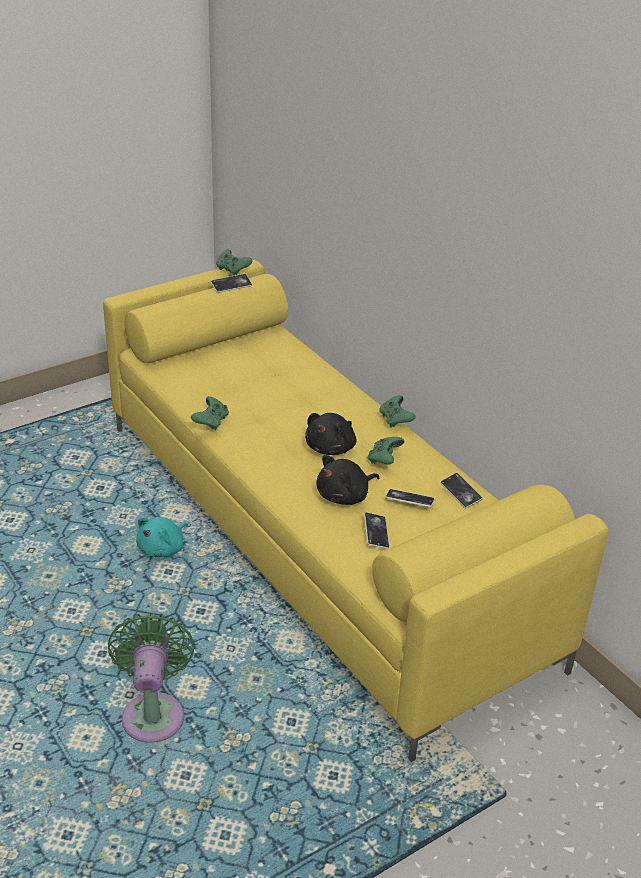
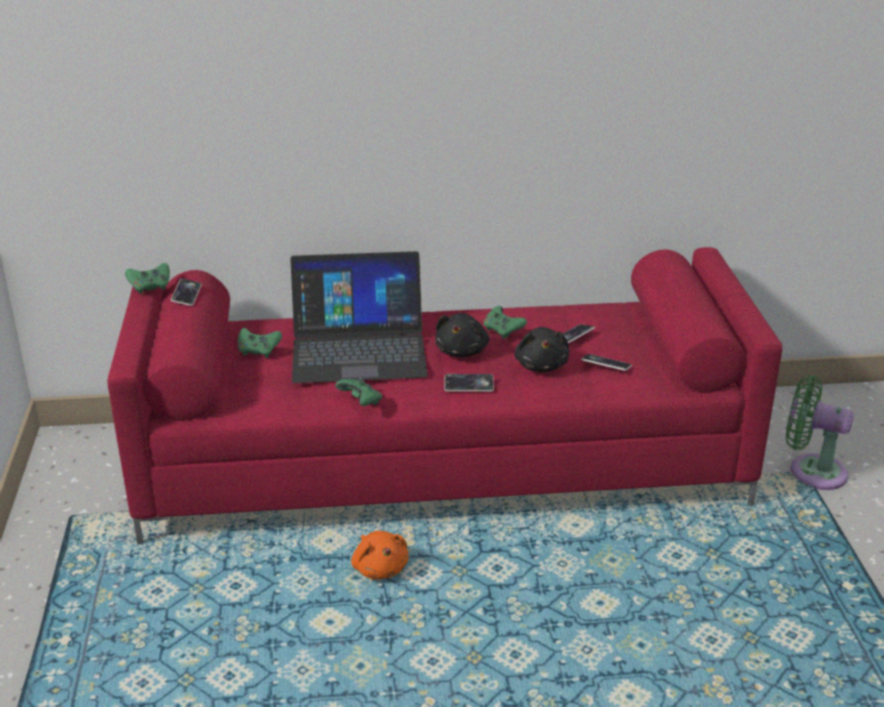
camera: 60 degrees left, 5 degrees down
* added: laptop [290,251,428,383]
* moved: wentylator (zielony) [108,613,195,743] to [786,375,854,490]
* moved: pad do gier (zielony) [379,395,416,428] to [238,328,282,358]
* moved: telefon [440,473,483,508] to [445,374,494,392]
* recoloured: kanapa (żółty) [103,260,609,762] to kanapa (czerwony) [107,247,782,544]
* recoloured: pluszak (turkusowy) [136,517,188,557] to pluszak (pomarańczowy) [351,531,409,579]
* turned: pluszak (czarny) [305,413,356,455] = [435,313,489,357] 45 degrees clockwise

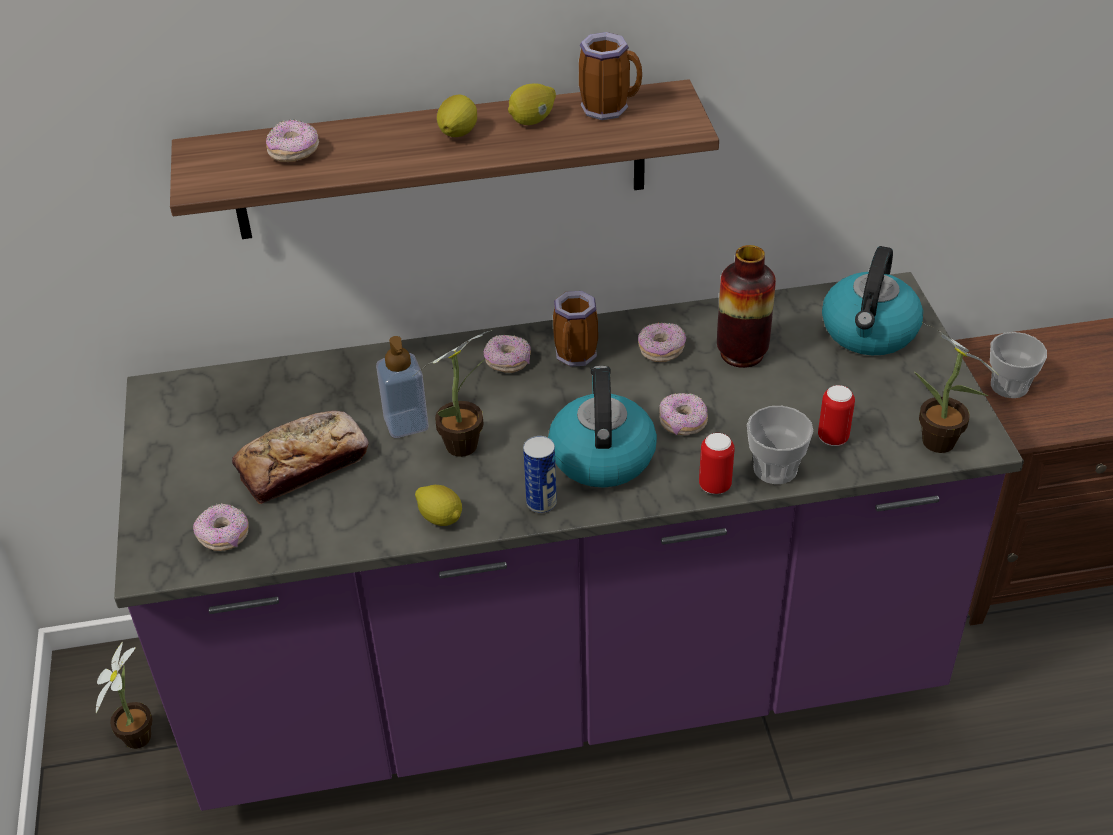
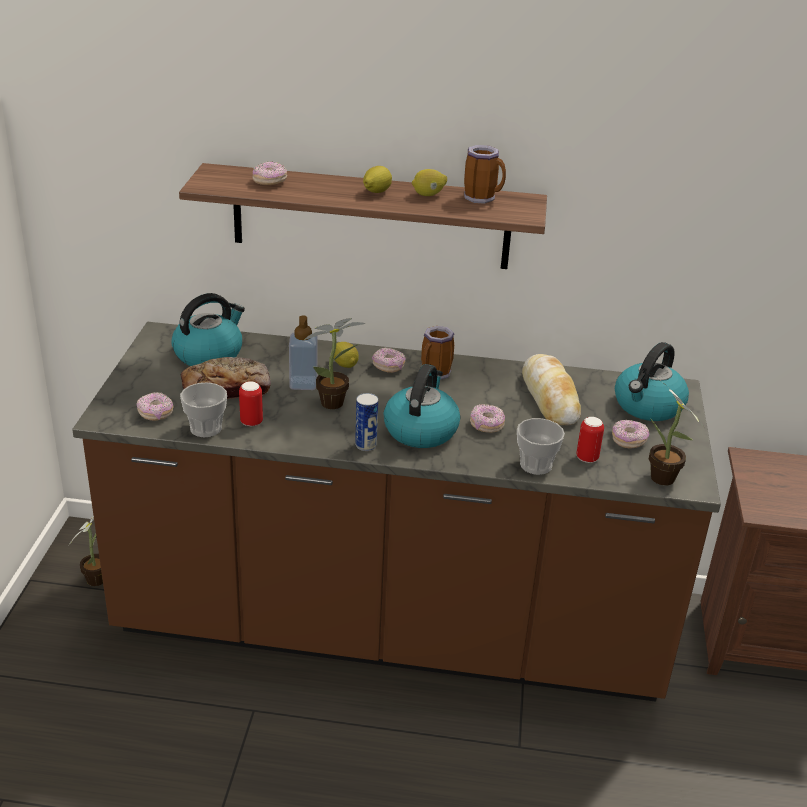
camera: 15 degrees right, 10 degrees down
* added: czajnik [171,293,245,366]
* moved: cytryna [415,485,462,526] to [334,342,359,368]
* moved: donut [638,322,686,362] to [612,420,649,448]
* moved: puszka [699,433,735,494] to [239,381,263,426]
* moved: filiżanka [990,332,1047,398] to [180,382,227,437]
* replaced: wazon [717,245,776,368] to chleb [522,354,581,425]
* recoloured: zabudowa kuchenna (fioletowy) [114,272,1024,811] to zabudowa kuchenna (brązowy) [72,322,721,702]

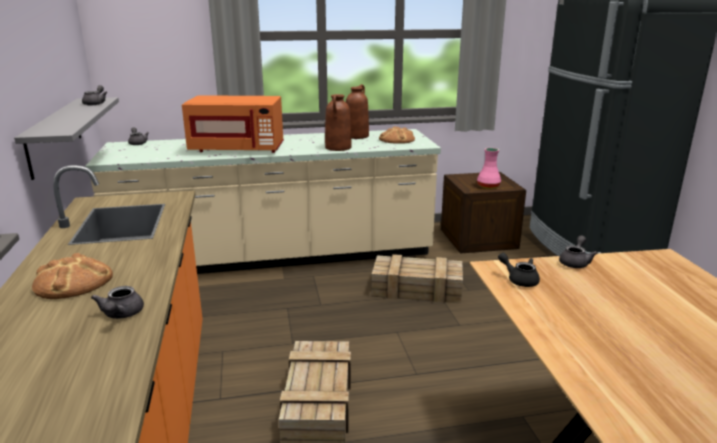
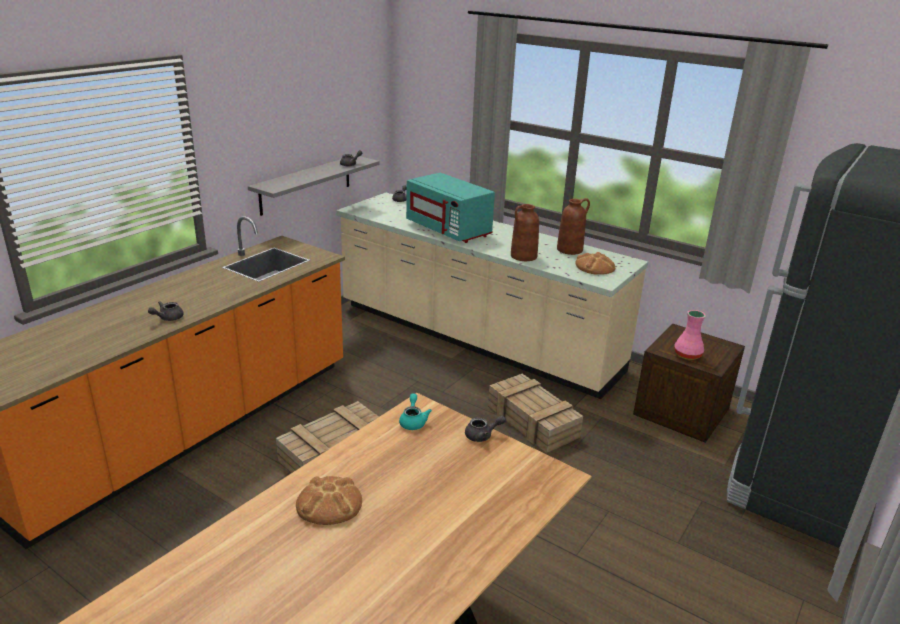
camera: 45 degrees right, 5 degrees up
* moved: chleb [32,253,113,299] to [296,476,362,525]
* recoloured: mikrofalówka (pomarańczowy) [182,95,284,153] to mikrofalówka (turkusowy) [406,173,495,243]
* recoloured: imbryk (czarny) [498,253,540,287] to imbryk (turkusowy) [399,394,432,430]

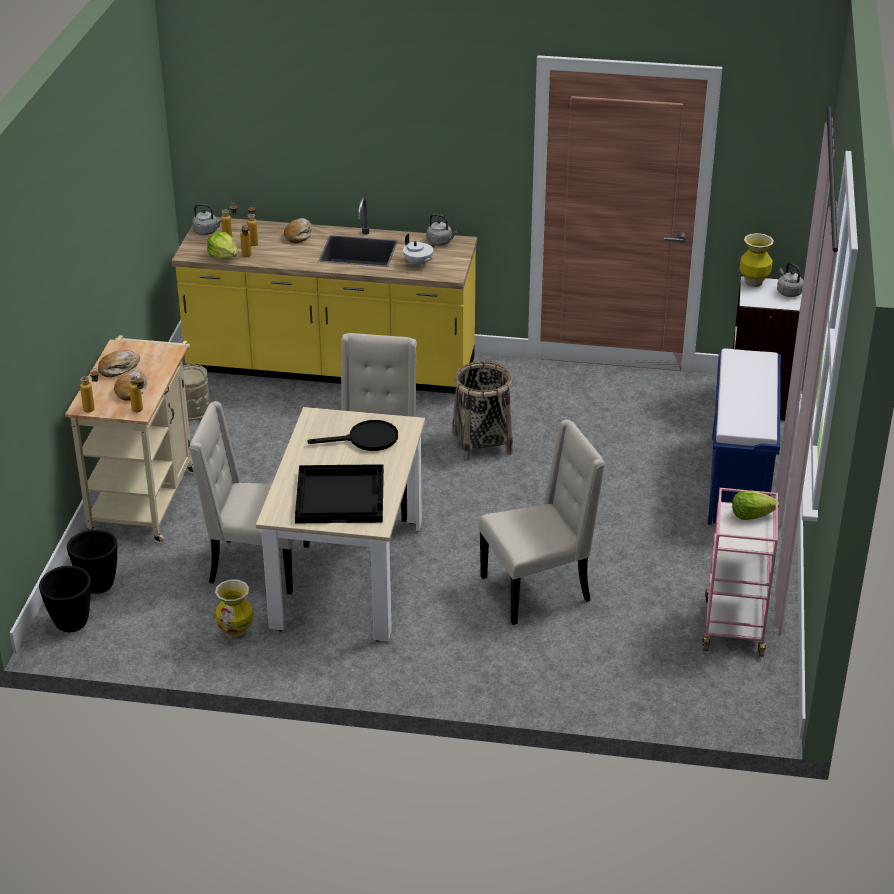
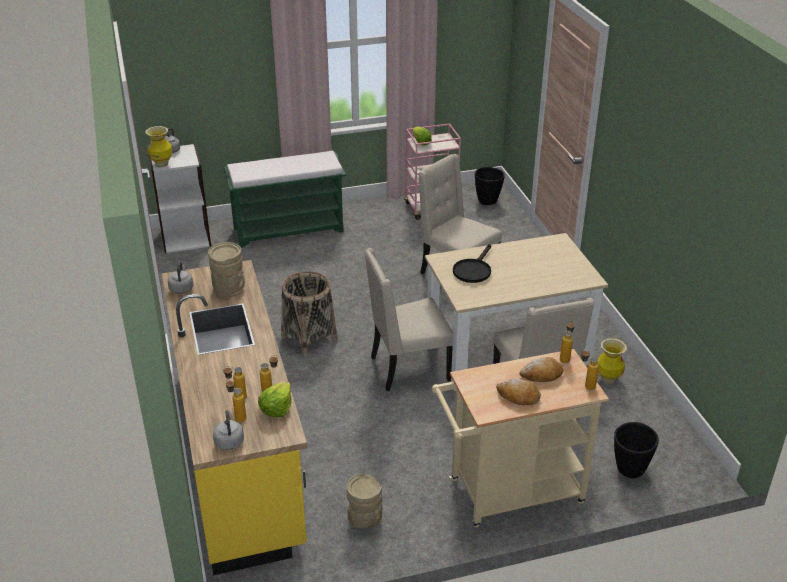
camera: 115 degrees left, 0 degrees up
* removed: chleb [284,218,313,243]
* removed: taca (czarny) [295,464,384,523]
* moved: donica (czarny) [39,566,91,632] to [475,167,505,205]
* replaced: imbryk (biały) [403,234,433,267] to wazon (beżowy) [208,242,245,298]
* recoloured: ławka (niebieski) [708,349,781,525] to ławka (zielony) [224,151,346,248]
* turned: patelnia (czarny) [307,420,398,451] = [453,244,492,283] 120 degrees counterclockwise

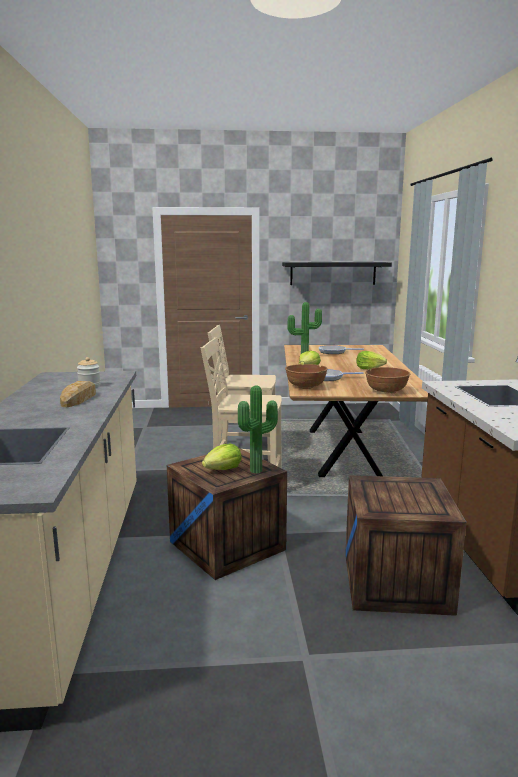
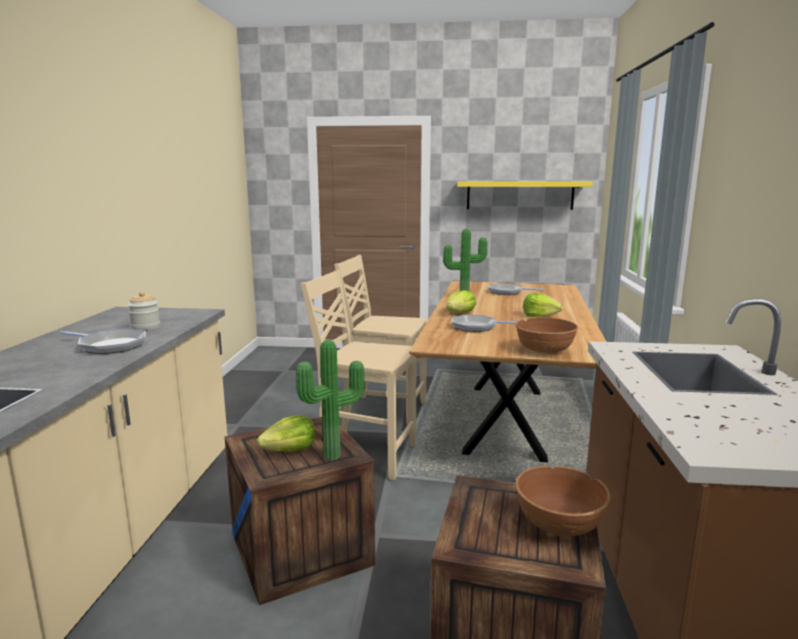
camera: 10 degrees right, 0 degrees up
* moved: miska (brązowy) [285,364,328,389] to [515,466,610,537]
* replaced: chleb [60,381,96,407] to patelnia [60,328,146,354]
* recoloured: półka (czarny) [282,262,392,285] to półka (żółty) [457,181,593,210]

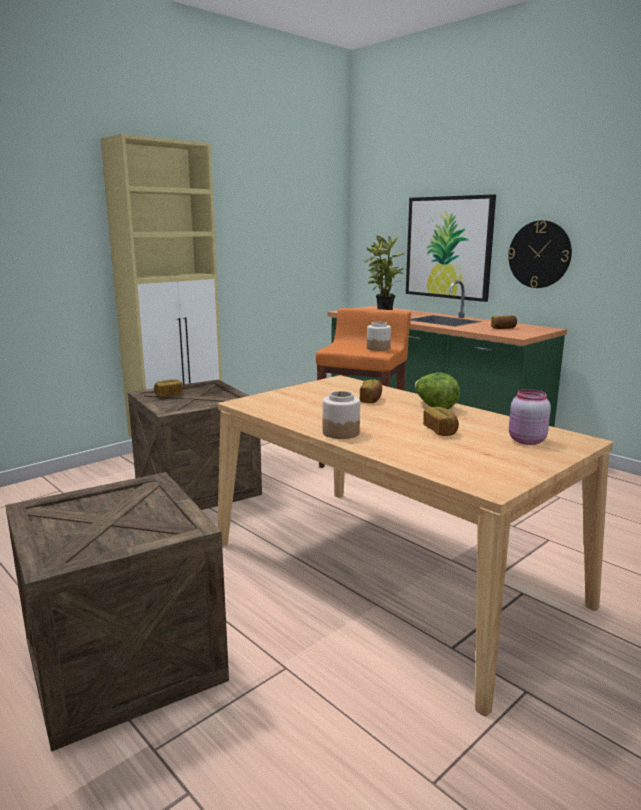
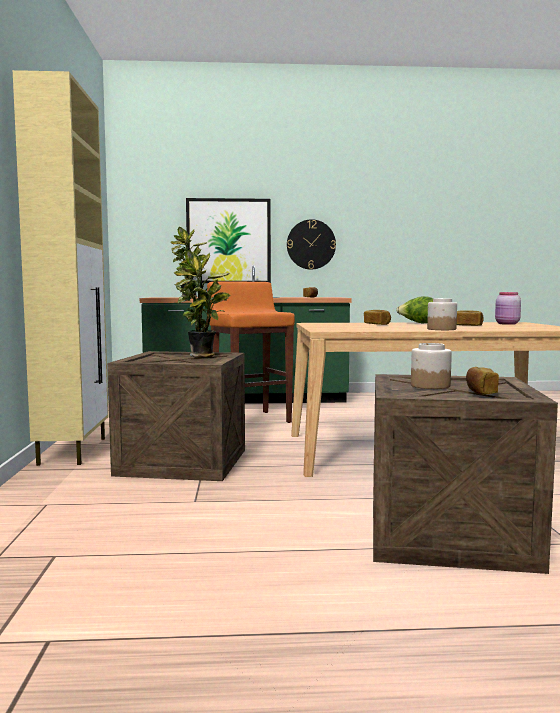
camera: 50 degrees left, 10 degrees down
* added: roślina doniczkowa [174,250,230,357]
* moved: chleb [154,379,183,397] to [466,367,499,395]
* moved: słoik [367,322,391,351] to [411,343,452,389]

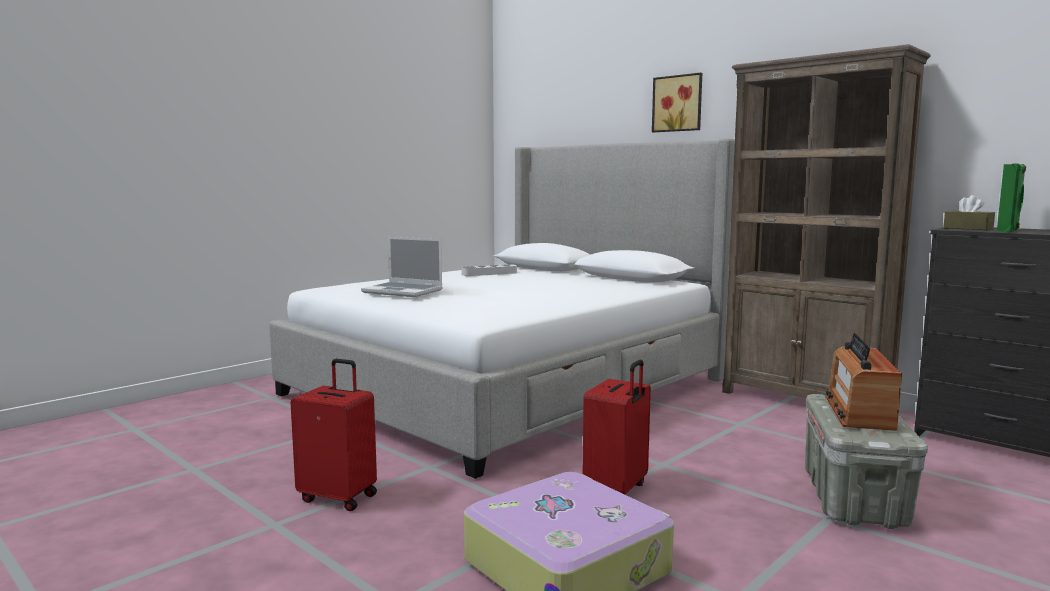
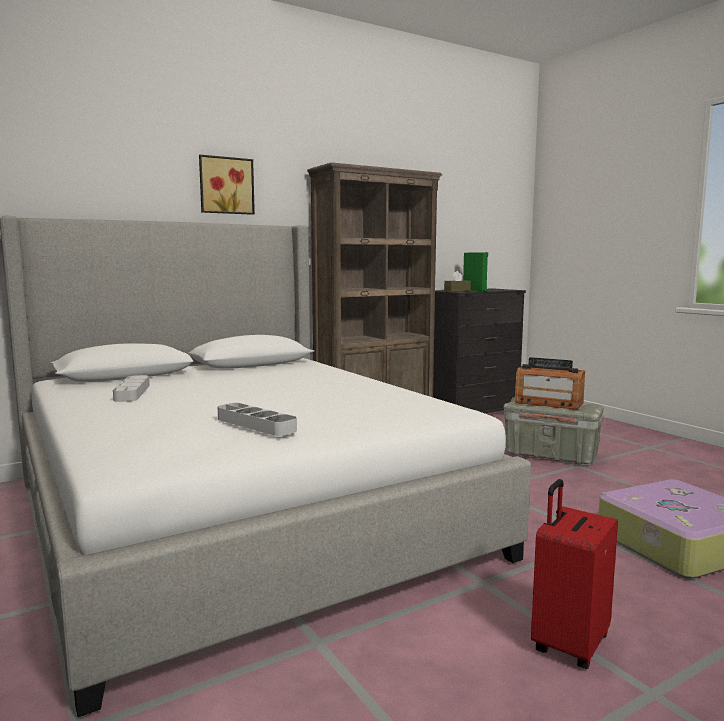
camera: 75 degrees left, 0 degrees up
* removed: walizka (czerwony) [583,360,651,495]
* replaced: laptop [361,237,443,297] to taca (szary) [218,403,297,436]

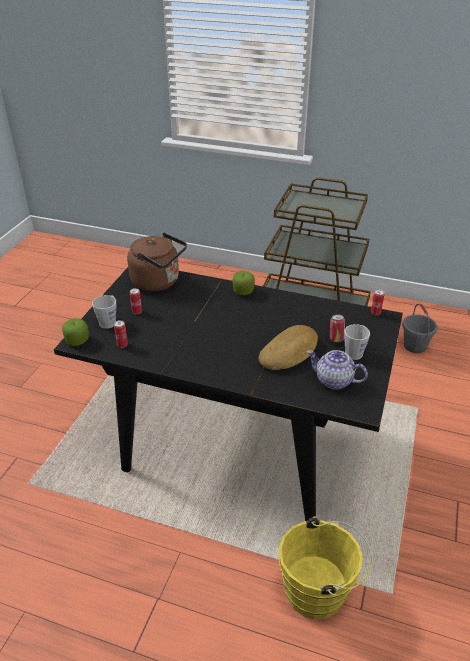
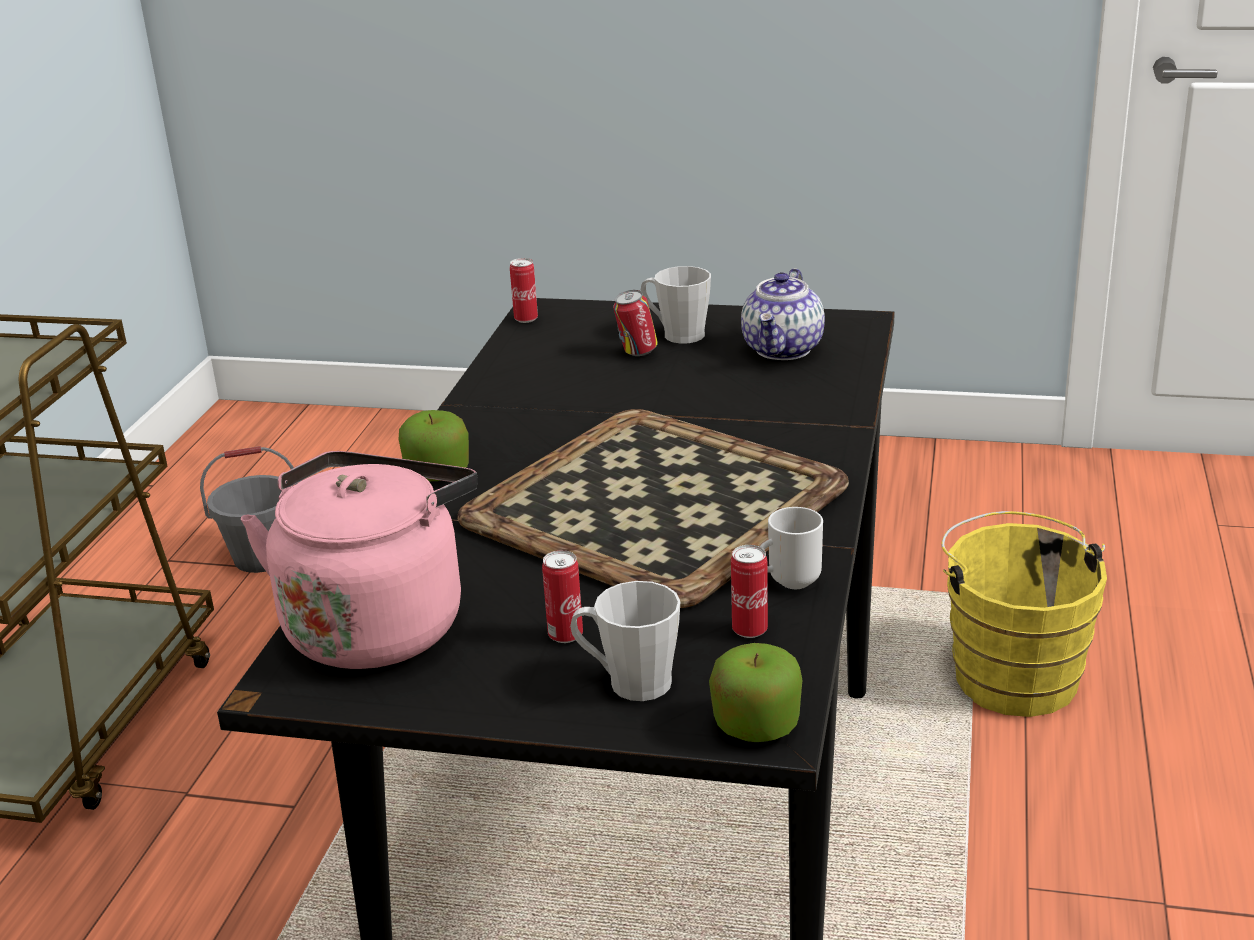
camera: 95 degrees left, 10 degrees down
* removed: chleb [259,325,318,370]
* added: taca [457,409,849,608]
* added: kubek [760,507,823,589]
* recoloured: czajnik (brązowy) [127,233,187,291] to czajnik (różowy) [241,451,478,669]

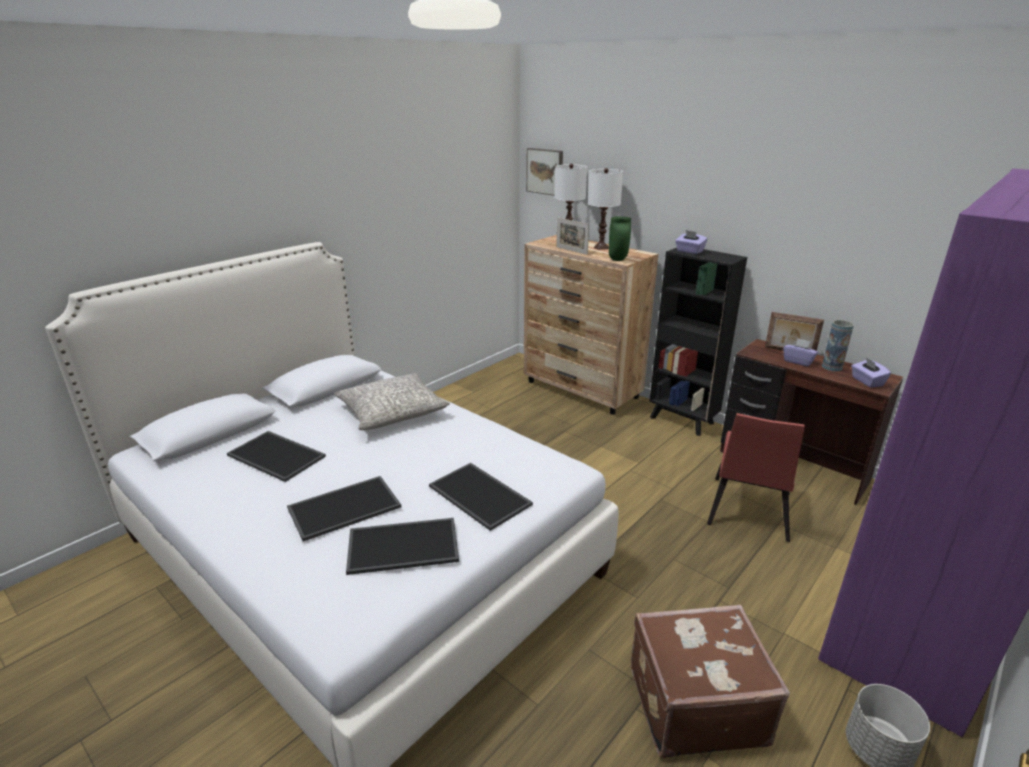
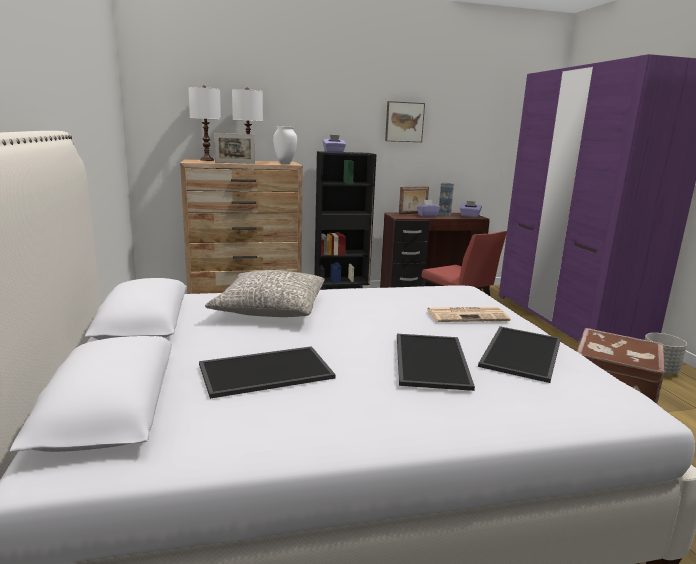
camera: 55 degrees left, 10 degrees down
* moved: obraz [526,148,563,196] to [385,101,425,142]
* replaced: taca [429,463,533,531] to gazeta [427,307,510,322]
* recoloured: wazon (zielony) [609,216,631,261] to wazon (biały) [273,126,297,165]

